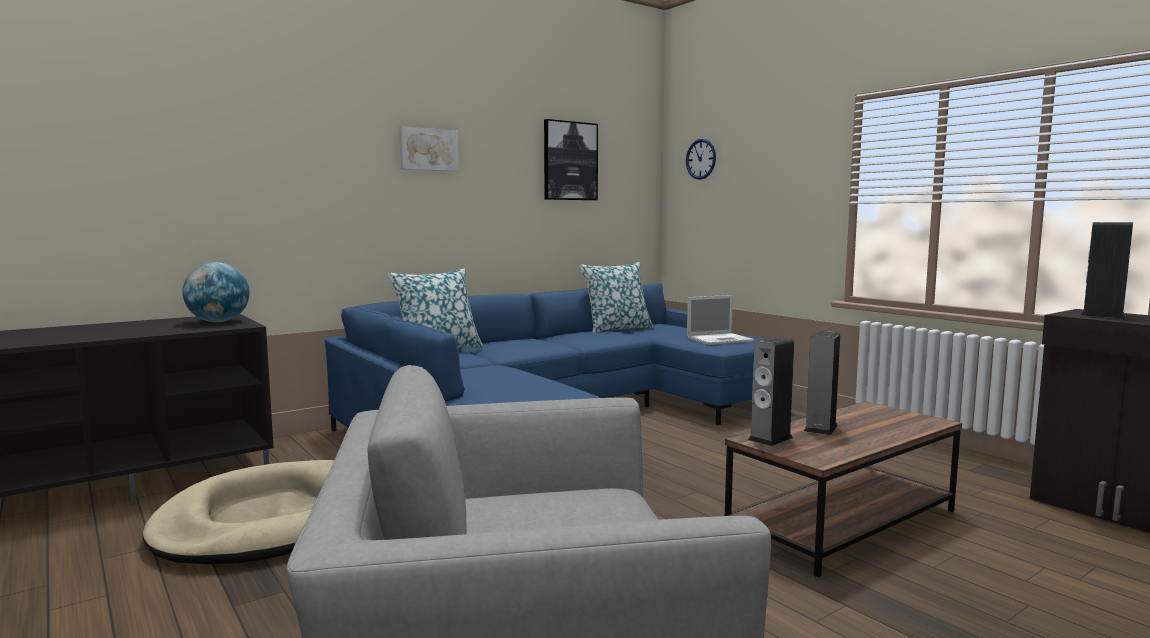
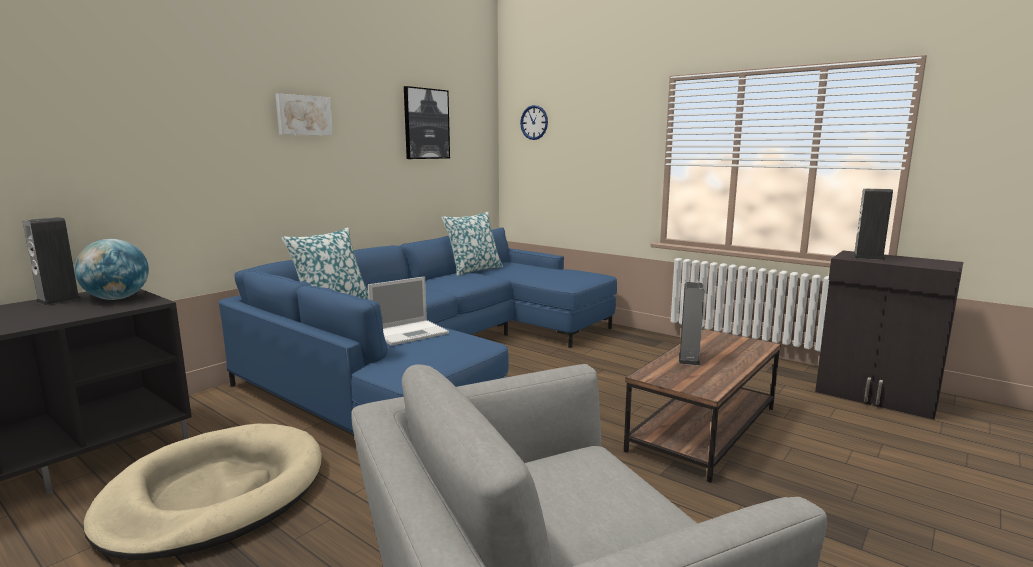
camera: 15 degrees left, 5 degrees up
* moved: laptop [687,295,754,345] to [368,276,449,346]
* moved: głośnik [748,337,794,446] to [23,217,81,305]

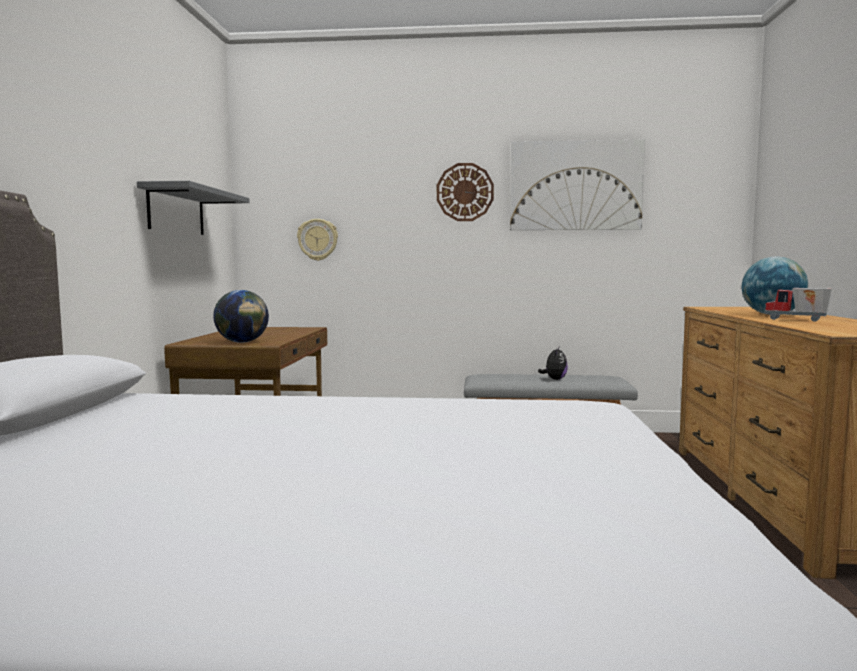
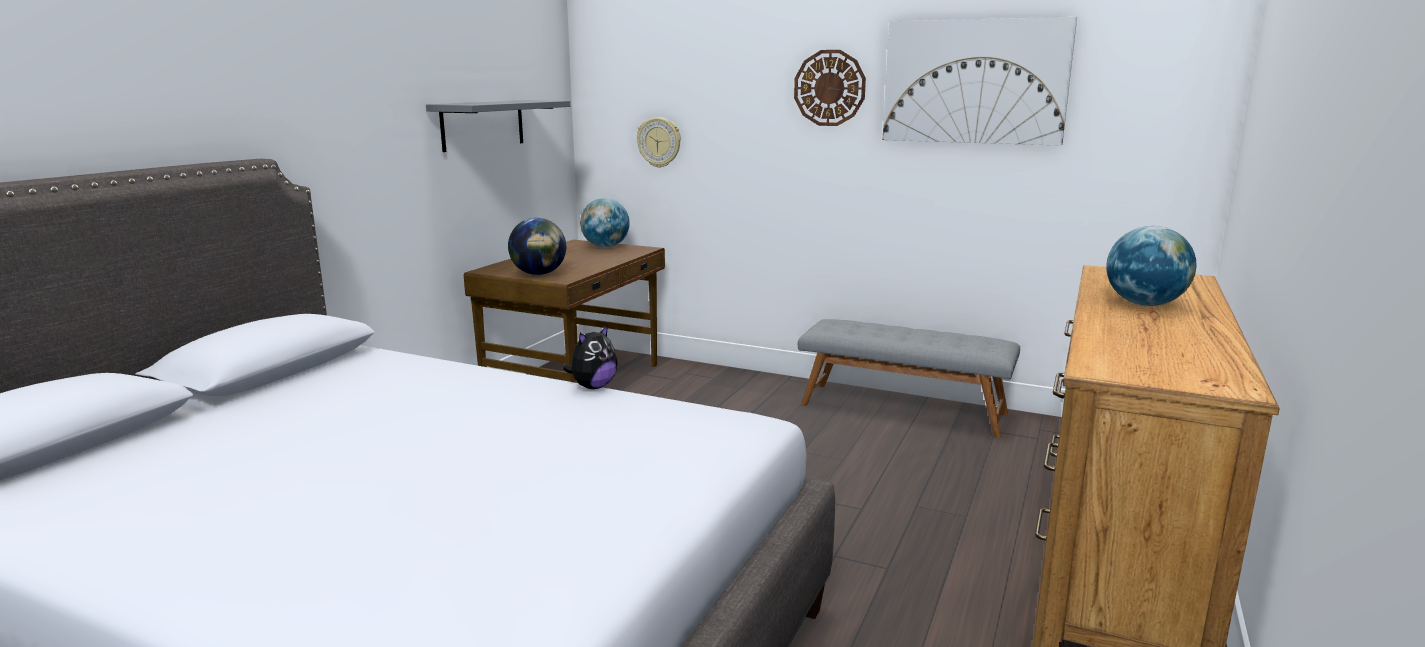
camera: 20 degrees right, 10 degrees up
* removed: ciężarówka zabawkowa [765,288,832,322]
* added: globus [580,198,630,247]
* moved: pluszak [538,347,568,380] to [563,324,617,389]

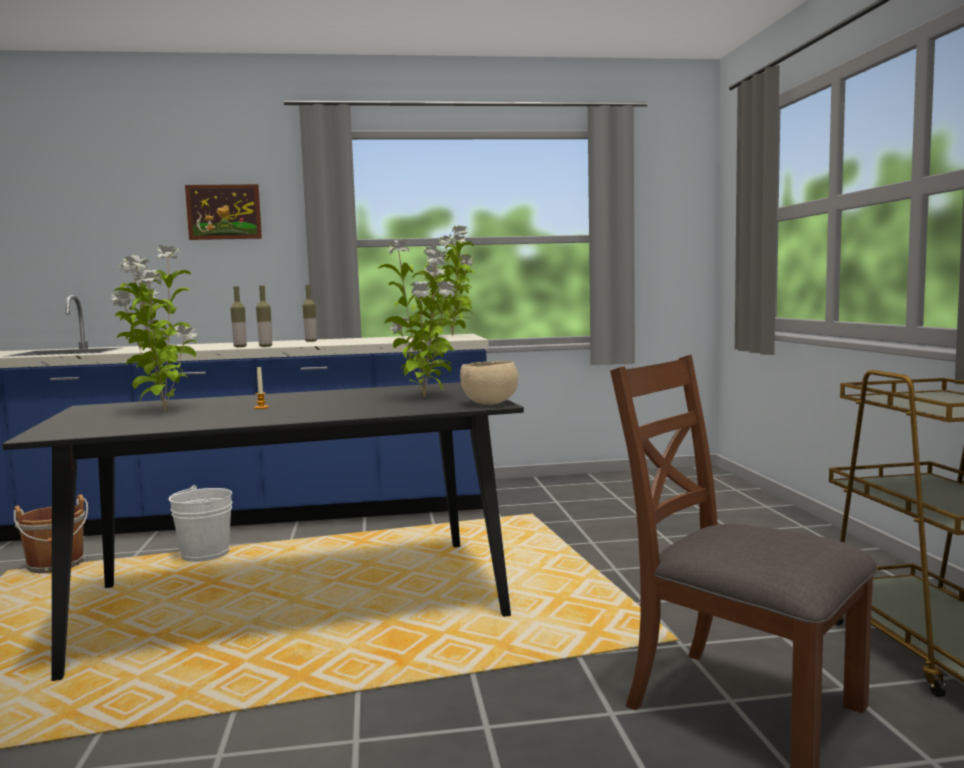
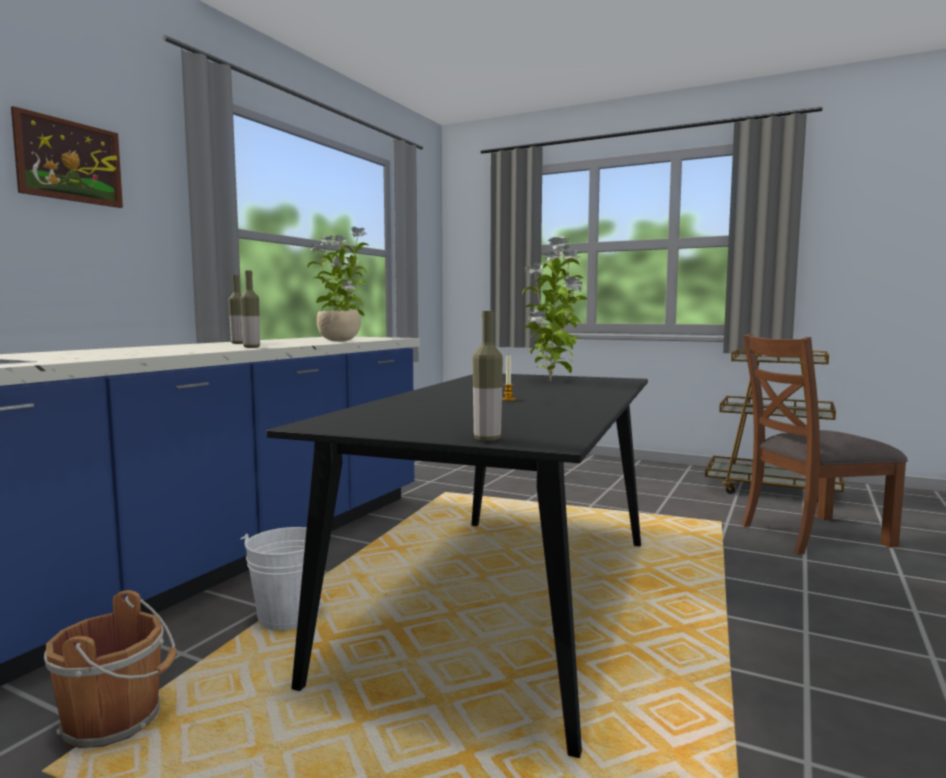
camera: 55 degrees left, 0 degrees up
* removed: roślina doniczkowa [109,245,198,411]
* moved: butelka [231,286,247,347] to [473,311,503,441]
* moved: miska (beżowy) [460,361,518,405] to [317,310,361,341]

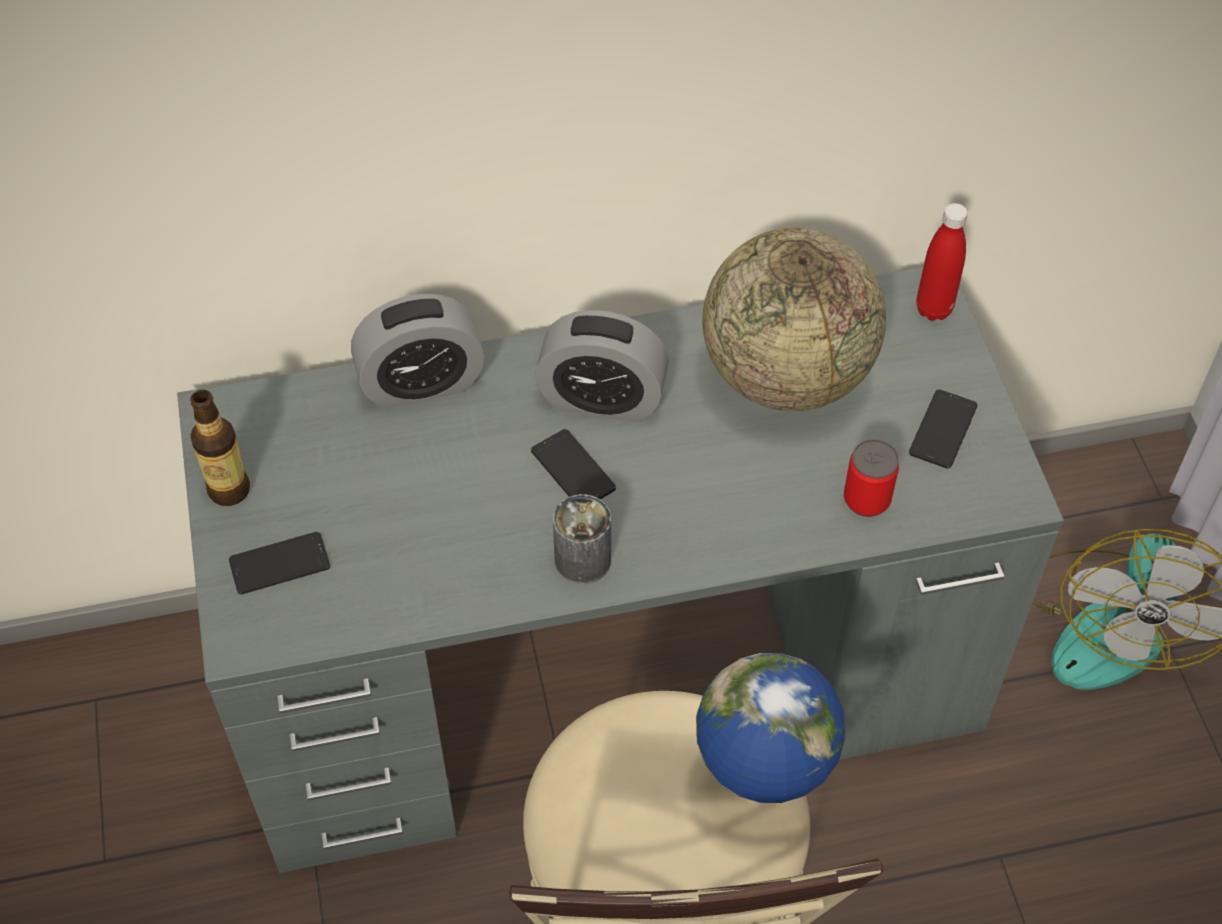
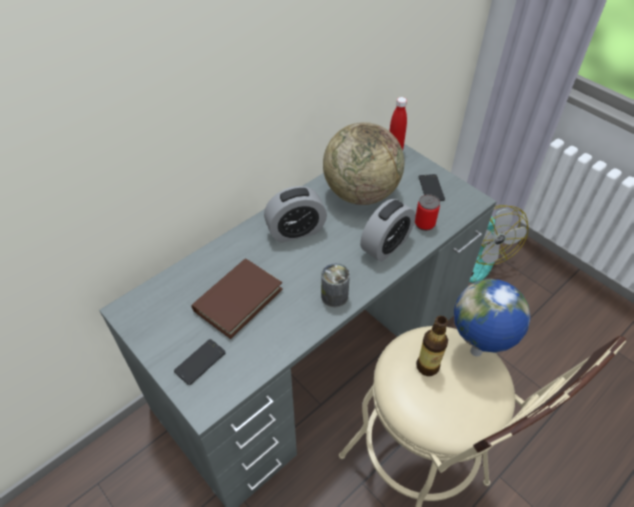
camera: 30 degrees left, 5 degrees down
* removed: telefon [531,429,616,499]
* added: książka (brązowy) [191,258,283,339]
* moved: butelka [190,390,250,506] to [416,316,448,376]
* moved: budzik [351,294,485,409] to [360,199,416,262]

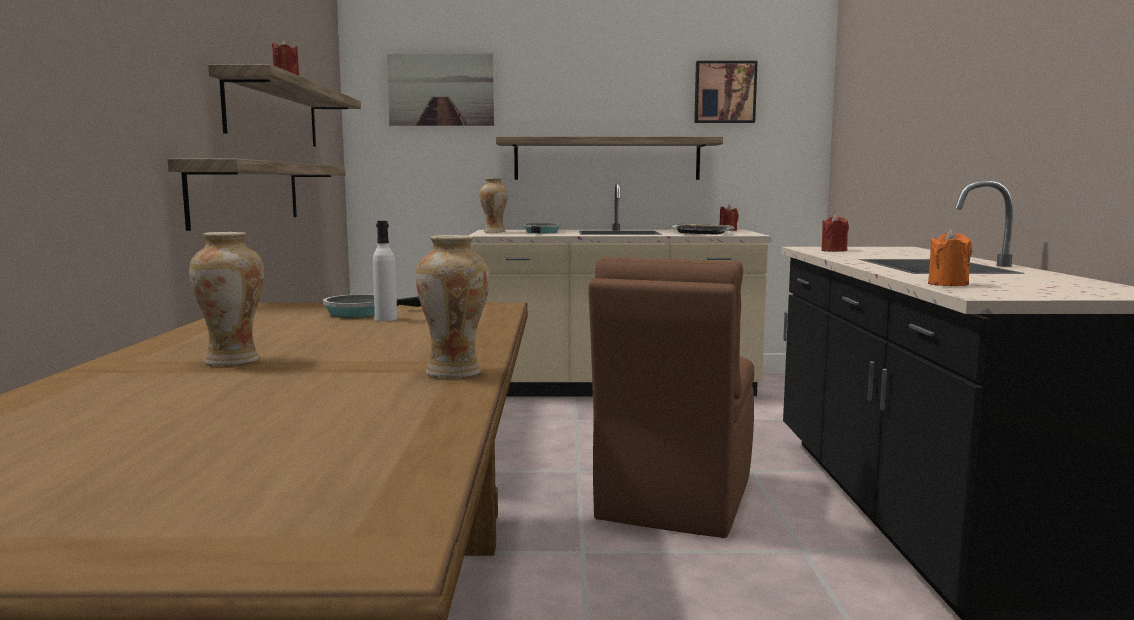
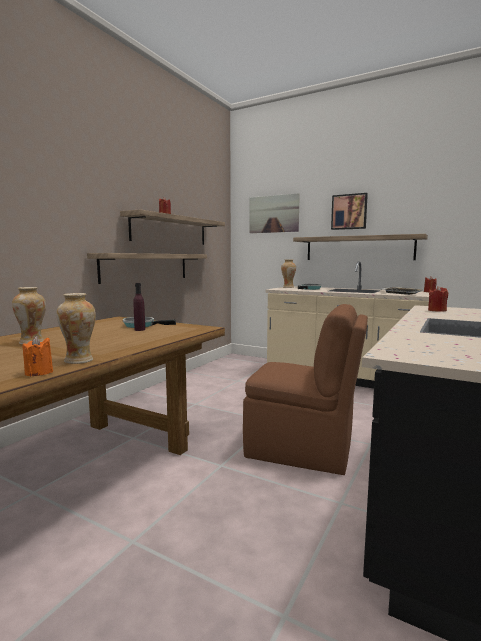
camera: 30 degrees right, 0 degrees up
* moved: obraz [694,61,758,123] to [331,193,368,230]
* moved: świeca (pomarańczowy) [928,229,972,286] to [22,336,53,377]
* recoloured: butelka (biały) [373,221,397,321] to butelka (fioletowy) [133,283,145,331]
* turned: krzesło (brązowy) [589,257,754,538] = [243,304,368,475] 120 degrees counterclockwise

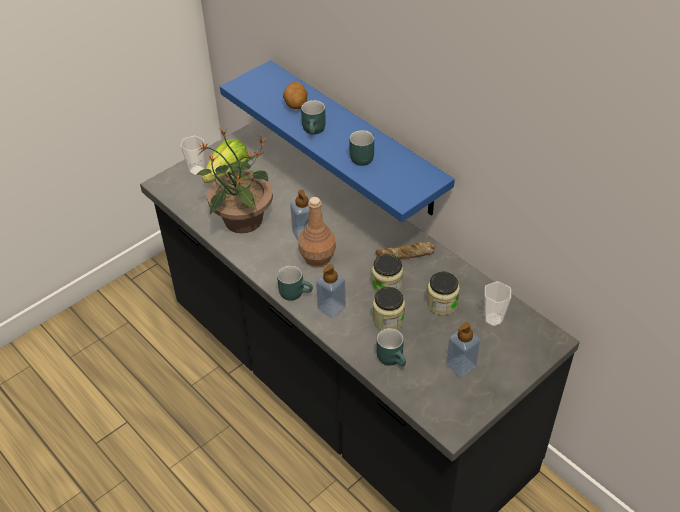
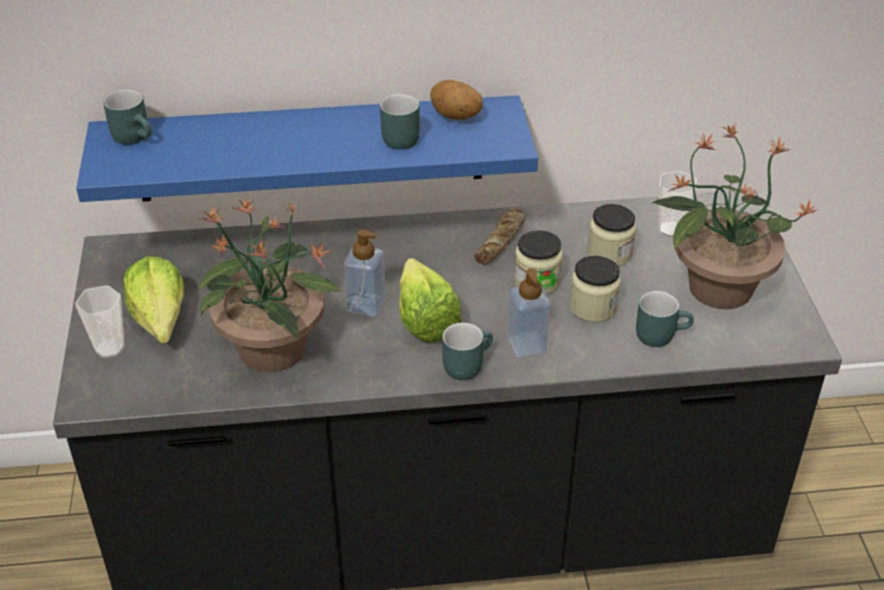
camera: 55 degrees left, 5 degrees down
* moved: ziemniak [283,82,308,109] to [431,80,483,120]
* moved: kubek (turkusowy) [301,100,325,135] to [103,89,152,145]
* replaced: butelka (brązowy) [298,197,336,267] to sałata [399,258,462,343]
* replaced: dozownik mydła [446,322,480,377] to roślina doniczkowa [652,123,817,309]

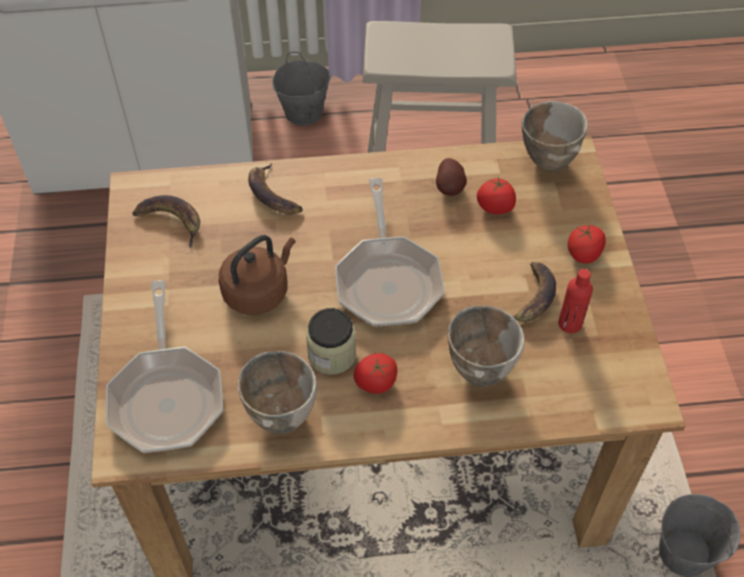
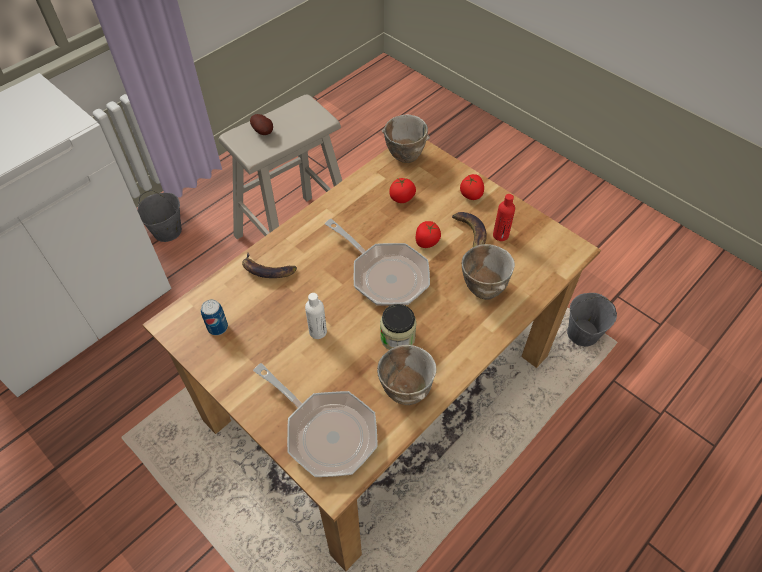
camera: 40 degrees left, 0 degrees up
* moved: pomidor [354,353,397,394] to [416,221,441,248]
* moved: ziemniak [436,158,467,196] to [250,114,273,135]
* replaced: banan [132,195,200,248] to puszka [201,299,228,335]
* replaced: czajnik (brązowy) [219,235,295,315] to butelka (biały) [305,293,327,339]

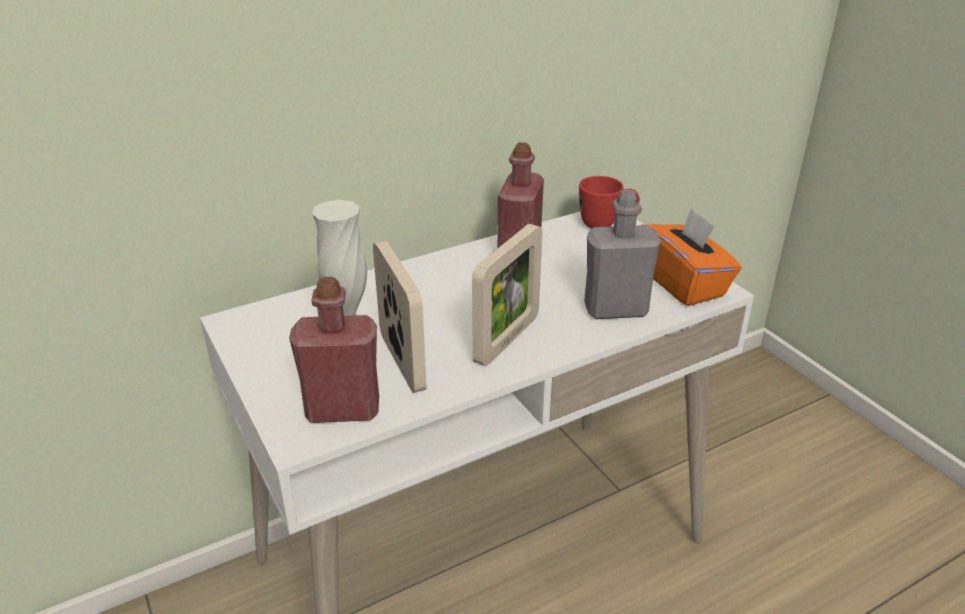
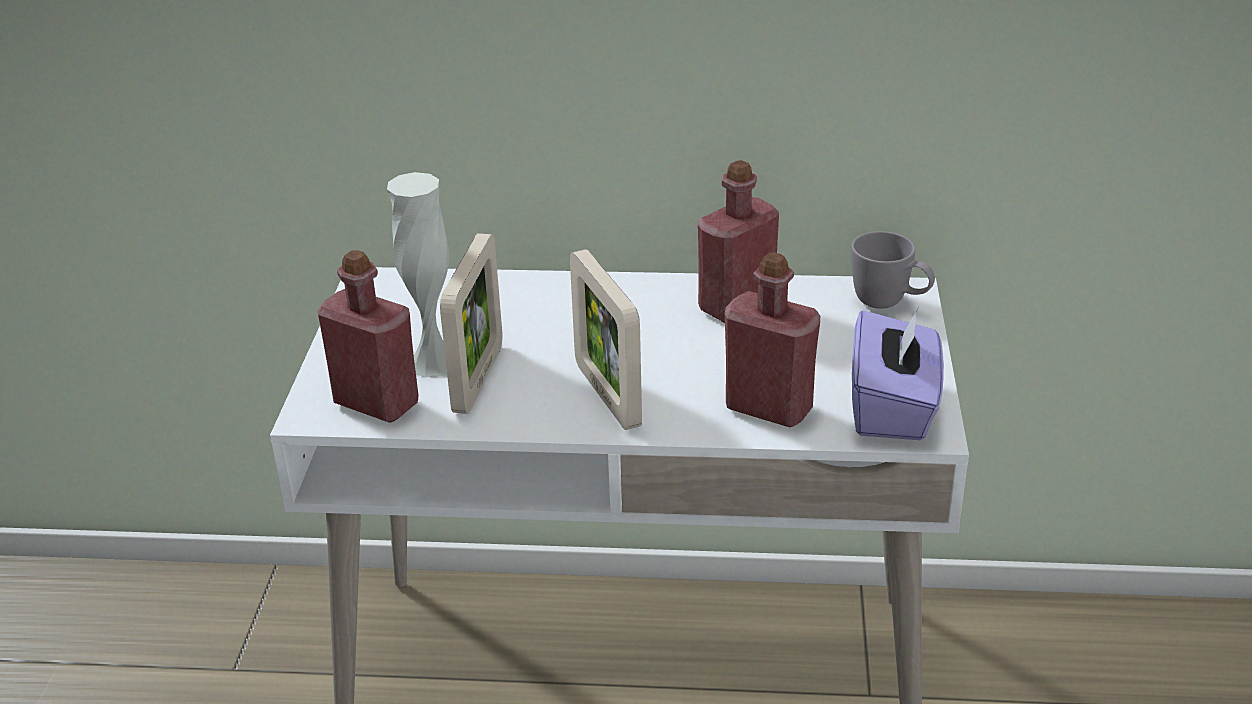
camera: 35 degrees right, 0 degrees up
* recoloured: kubek (czerwony) [579,176,640,229] to kubek (szary) [851,231,935,309]
* recoloured: butelka (szary) [584,190,661,319] to butelka (czerwony) [725,252,820,427]
* recoloured: pudełko chusteczek (pomarańczowy) [641,208,742,306] to pudełko chusteczek (fioletowy) [852,308,944,440]
* turned: ramka na zdjęcie [472,224,542,366] = [570,249,642,430] 90 degrees clockwise

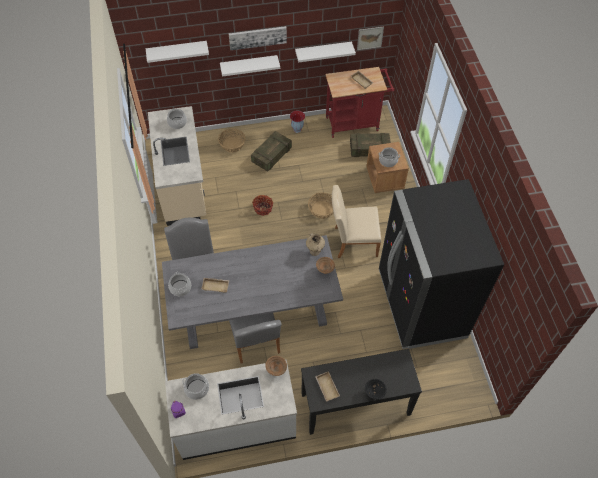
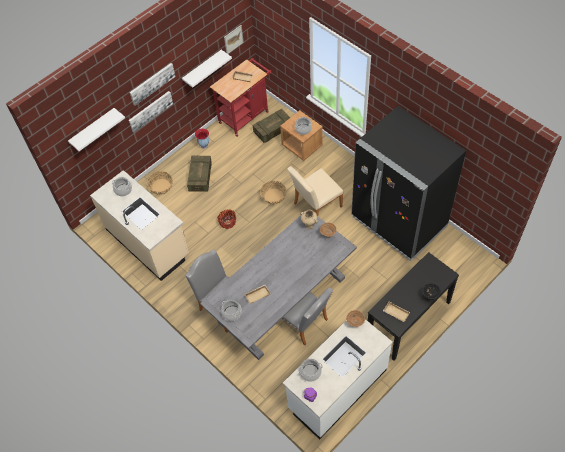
camera: 30 degrees left, 0 degrees up
* replaced: półka (biały) [220,55,280,77] to obraz [129,91,173,133]

